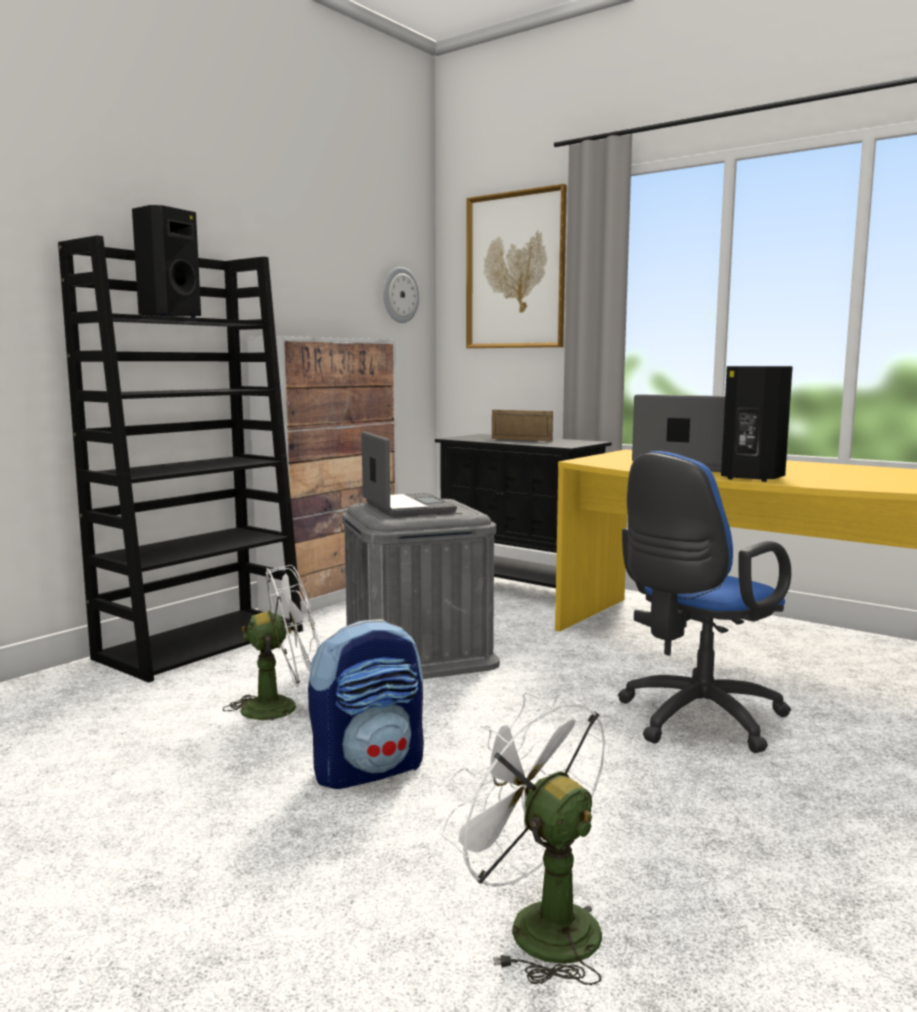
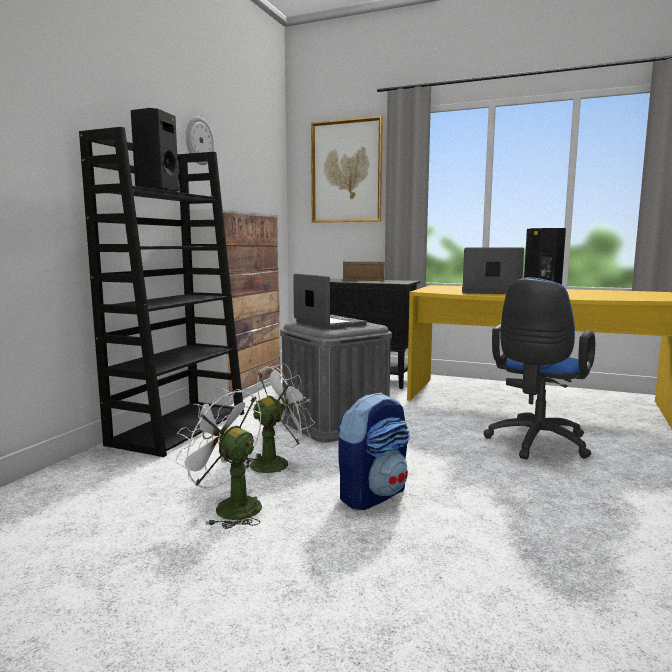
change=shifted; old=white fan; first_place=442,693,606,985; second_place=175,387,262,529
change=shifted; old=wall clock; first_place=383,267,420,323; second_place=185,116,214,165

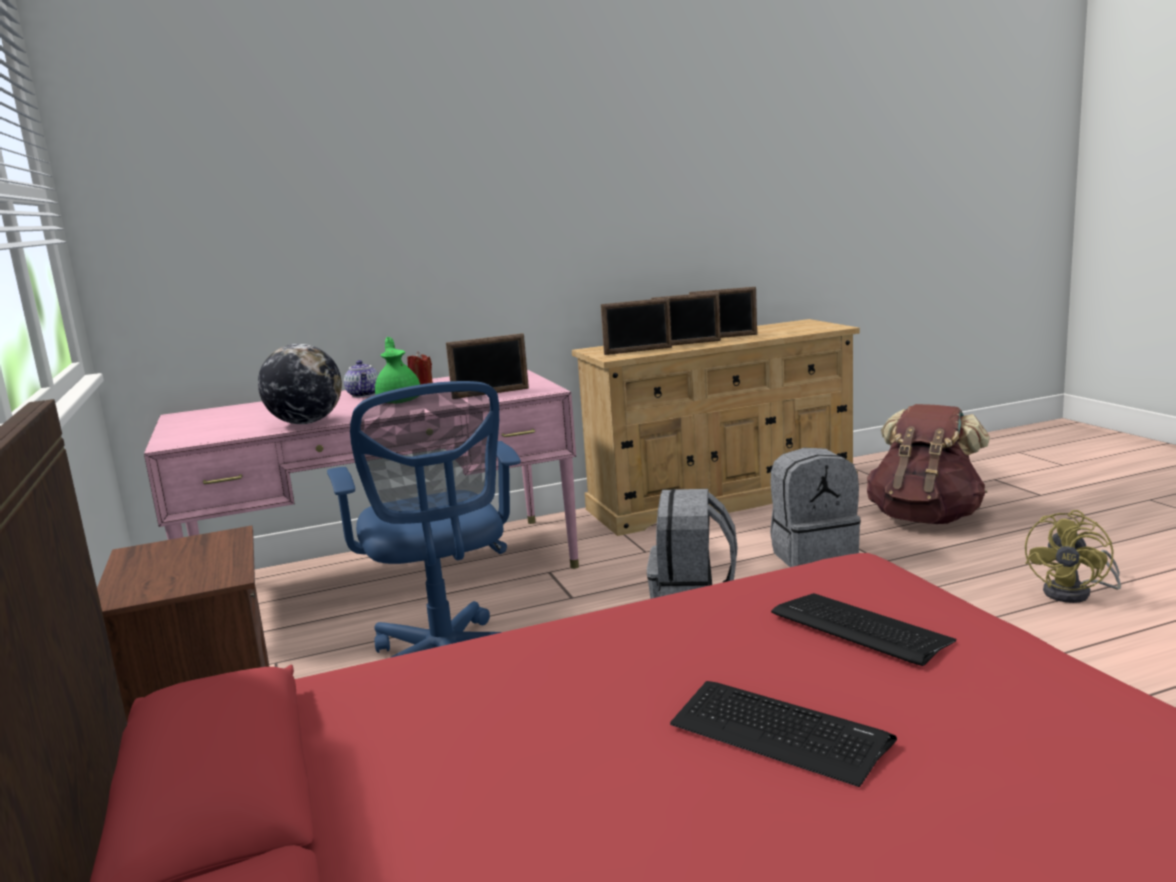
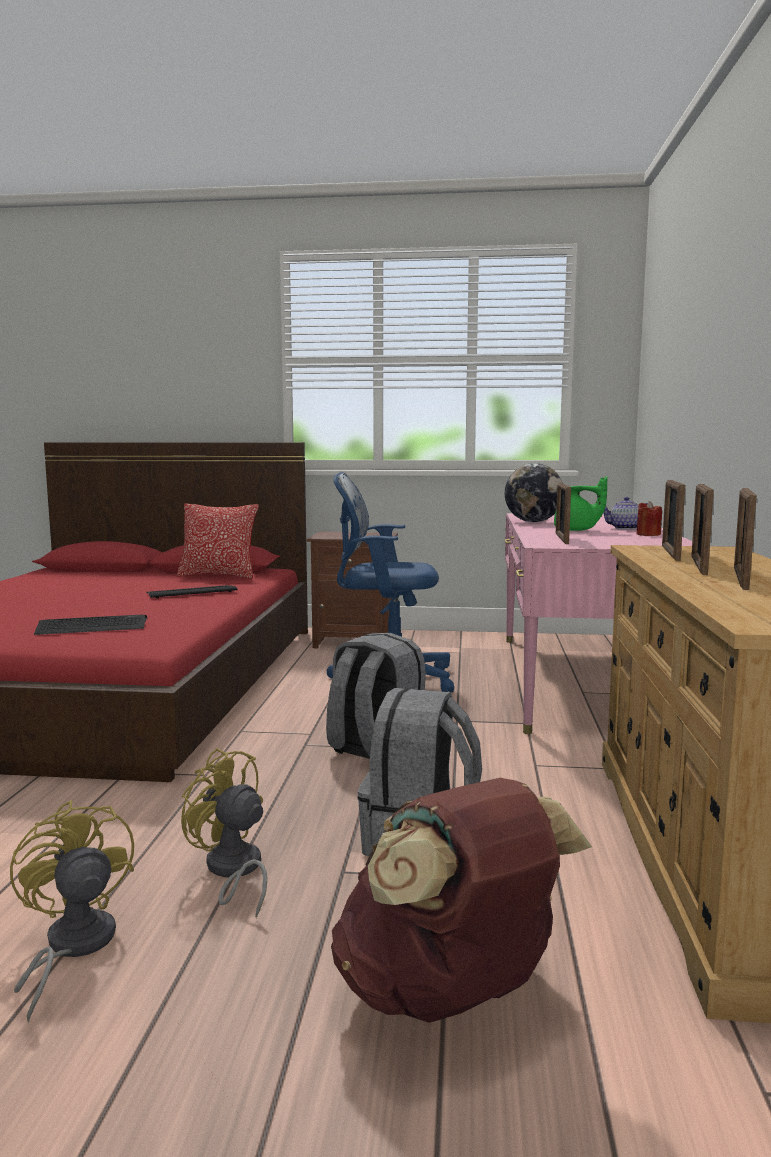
change=shifted; old=keyboard; first_place=670,681,897,787; second_place=146,585,238,598
change=new; new=pillow; second_place=177,503,259,579
change=new; new=yellow fan; second_place=181,748,267,918

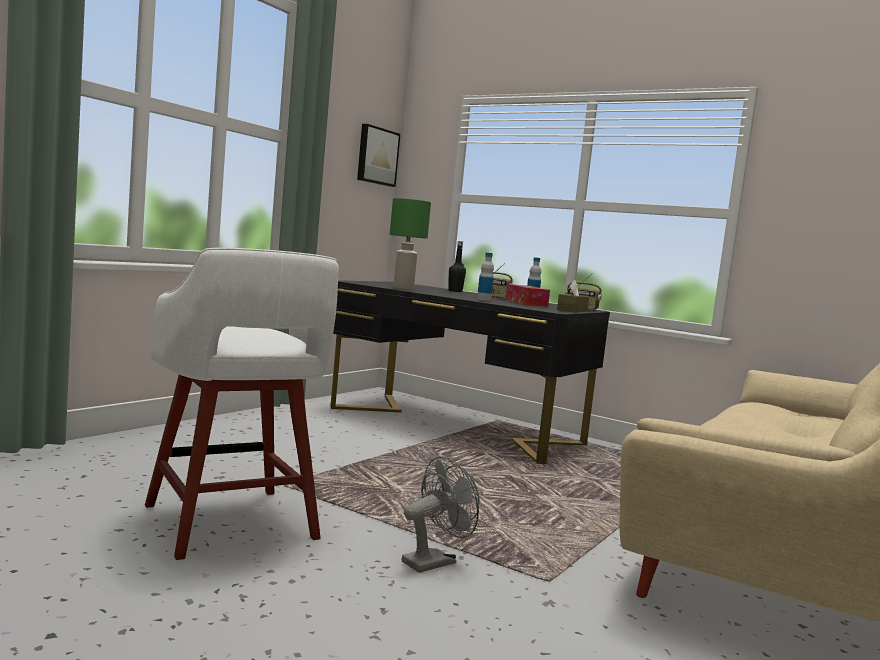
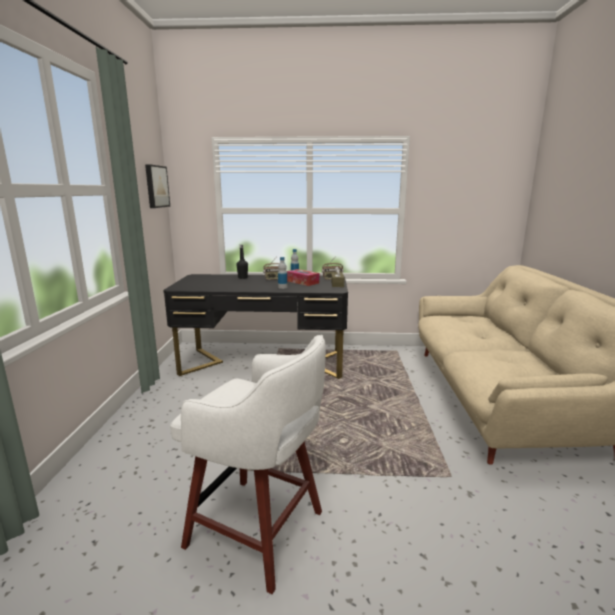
change=gone; old=green table lamp; first_place=390,198,431,290
change=gone; old=grey fan; first_place=402,456,480,573

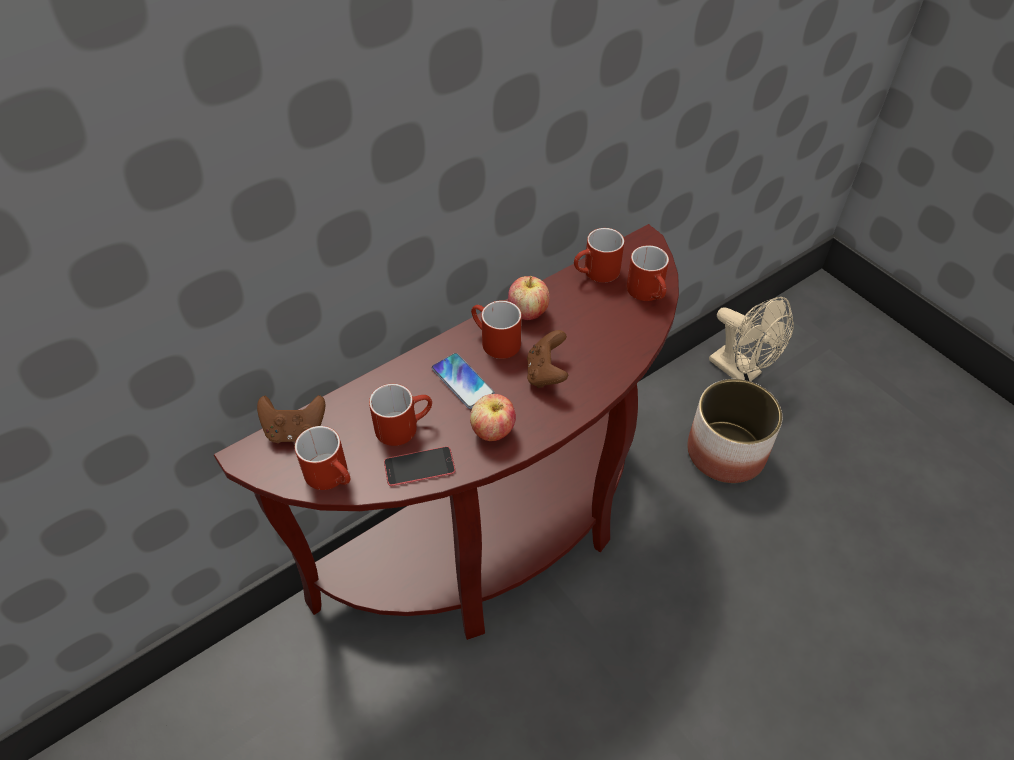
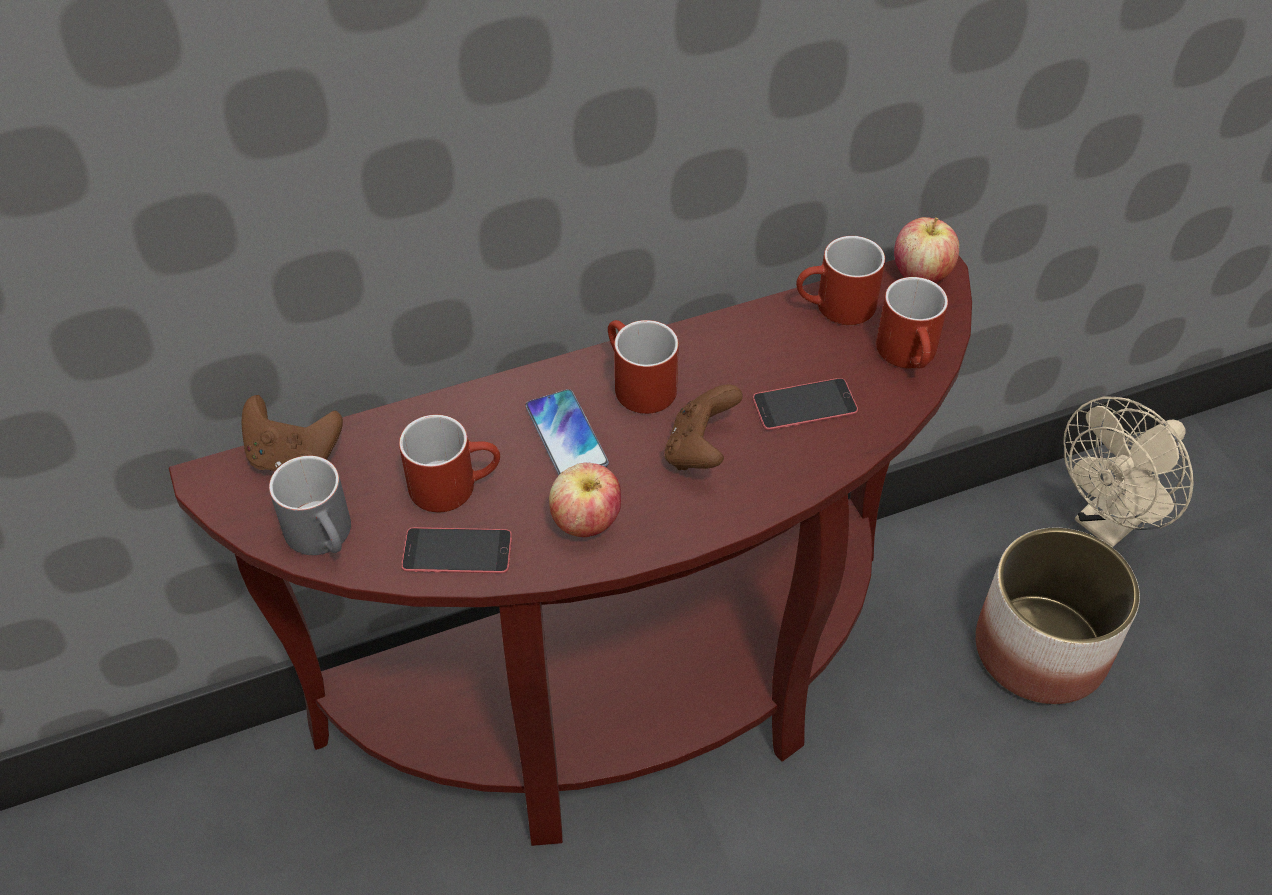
change=repainted; old=red mug; new=grey mug; first_place=295,426,350,490; second_place=269,455,351,555
change=new; new=phone; second_place=753,378,858,430
change=shifted; old=apple; first_place=508,276,549,320; second_place=894,217,959,283
change=rotated; old=beige fan; first_place=709,297,794,381; second_place=1063,396,1194,548; degrees=75

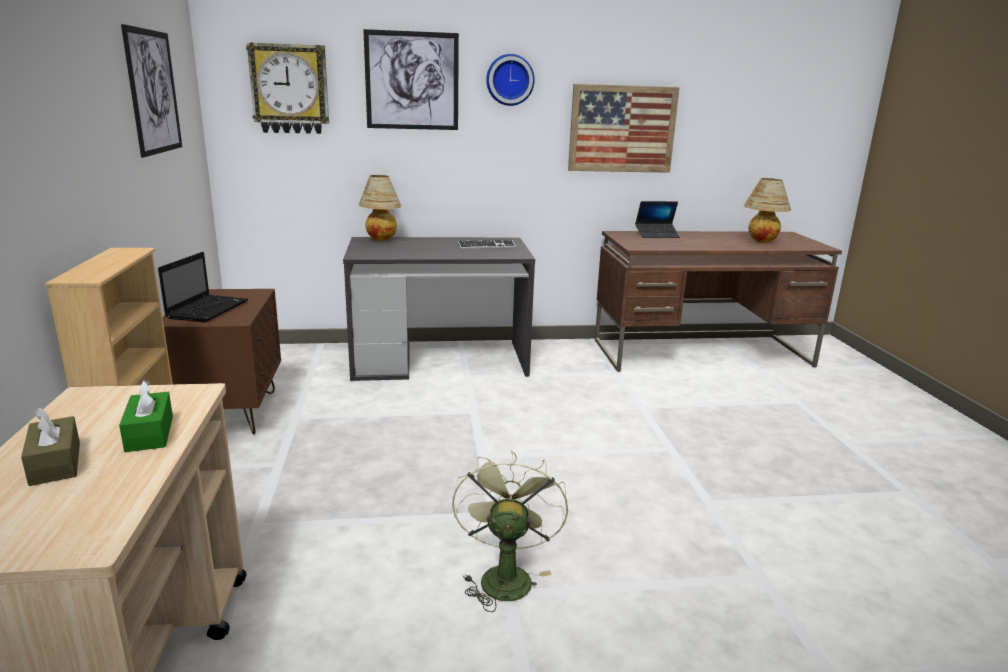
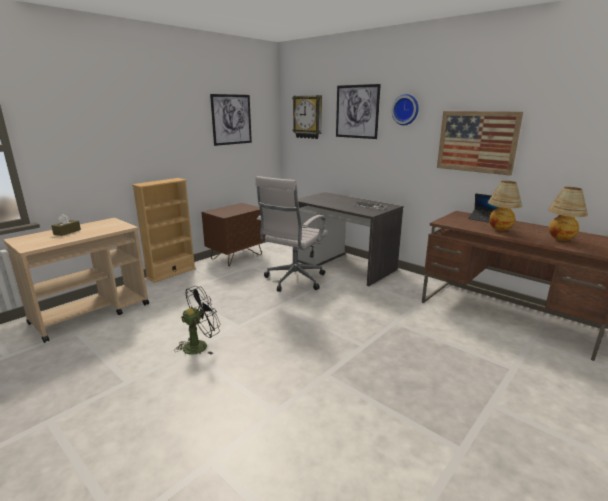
change=repainted; old=green fan; new=black fan; first_place=452,450,568,612; second_place=174,286,221,355
change=new; new=white office chair; second_place=255,176,328,292
change=shifted; old=table lamp; first_place=359,175,402,241; second_place=488,181,522,231
change=gone; old=green tissue box; first_place=119,380,173,452
change=gone; old=laptop; first_place=158,252,248,322

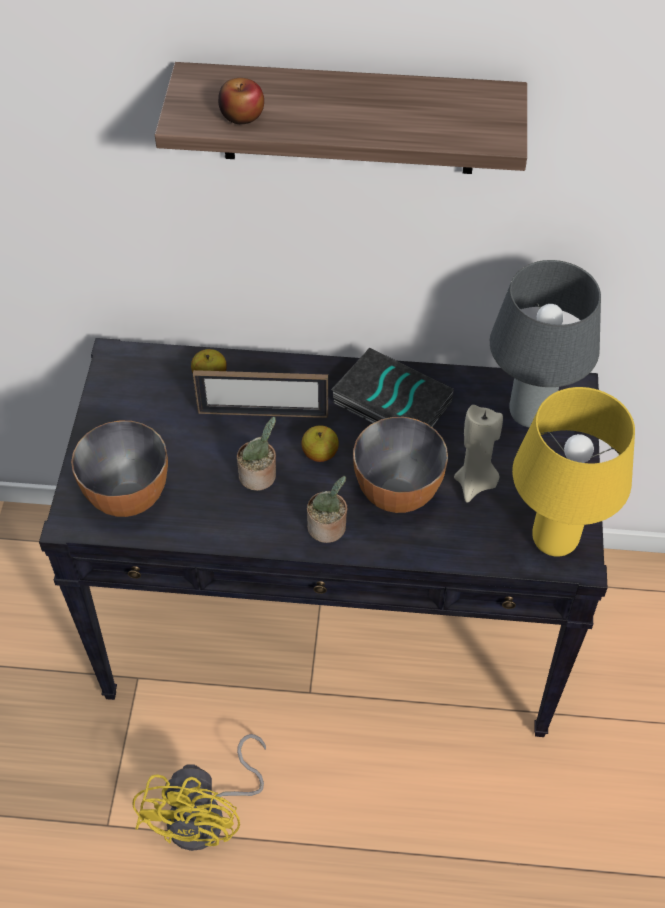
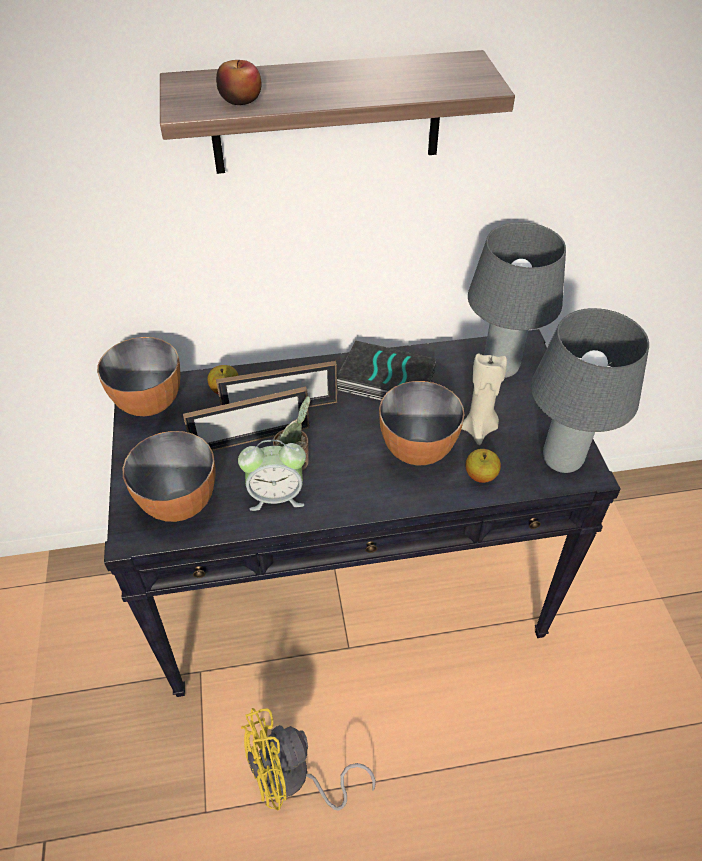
change=new; new=bowl; second_place=97,337,180,416
change=new; new=picture frame; second_place=183,387,310,451
change=new; new=alarm clock; second_place=238,440,306,511
change=rotated; old=yellow fan; first_place=132,734,266,851; second_place=241,708,376,811; degrees=75
change=shifted; old=apple; first_place=301,425,339,462; second_place=465,449,501,483
change=repainted; old=yellow table lamp; new=grey table lamp; first_place=512,387,635,557; second_place=531,308,649,473
change=gone; old=potted plant; first_place=307,476,347,543

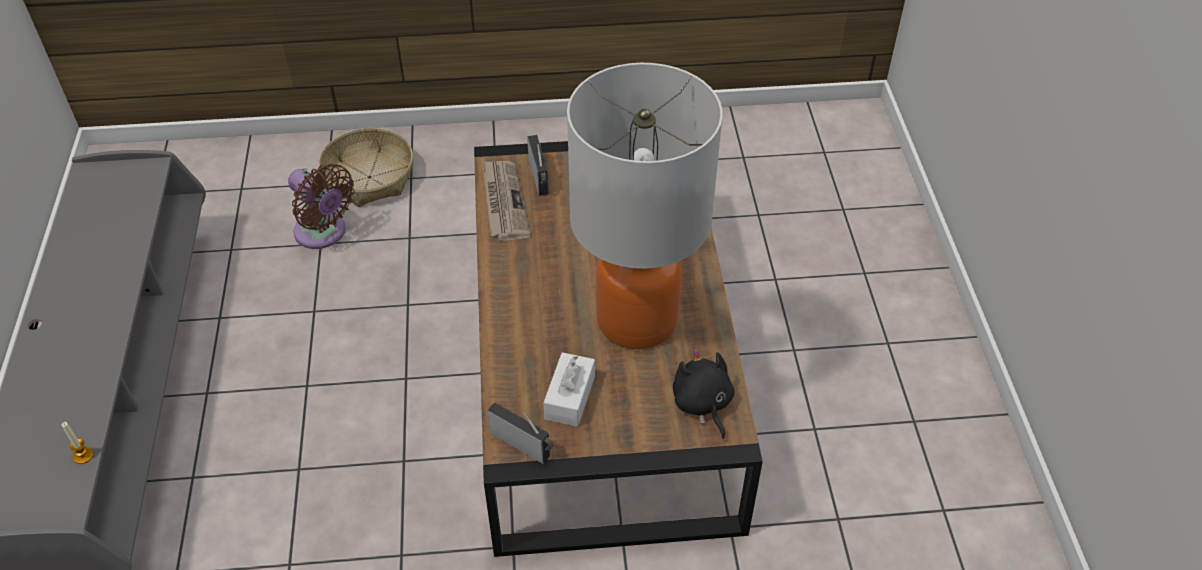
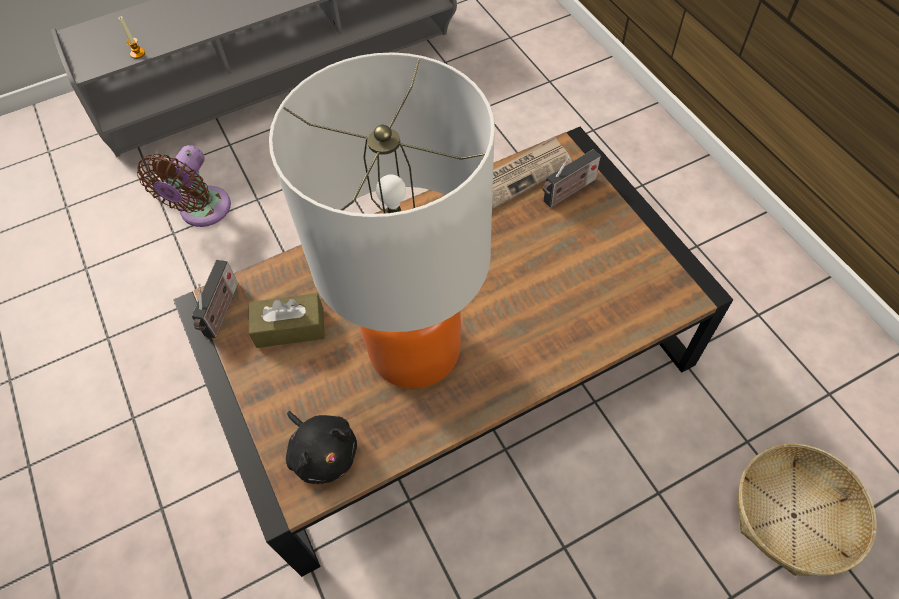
change=shifted; old=brown fan; first_place=288,164,355,249; second_place=137,145,231,227
change=repainted; old=white tissue box; new=brown tissue box; first_place=543,352,595,427; second_place=249,293,325,348
change=rotated; old=black plush toy; first_place=673,349,735,439; second_place=286,411,357,485; degrees=90
change=shifted; old=basket; first_place=318,128,413,207; second_place=738,444,877,576

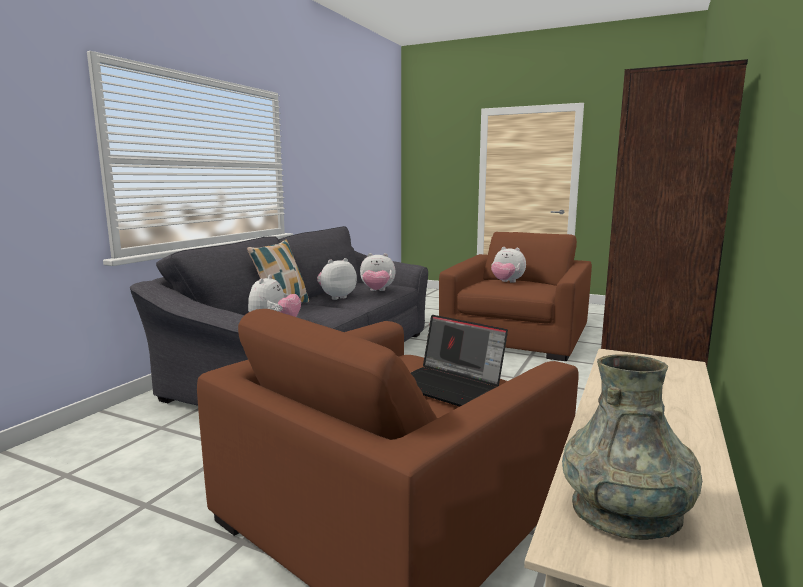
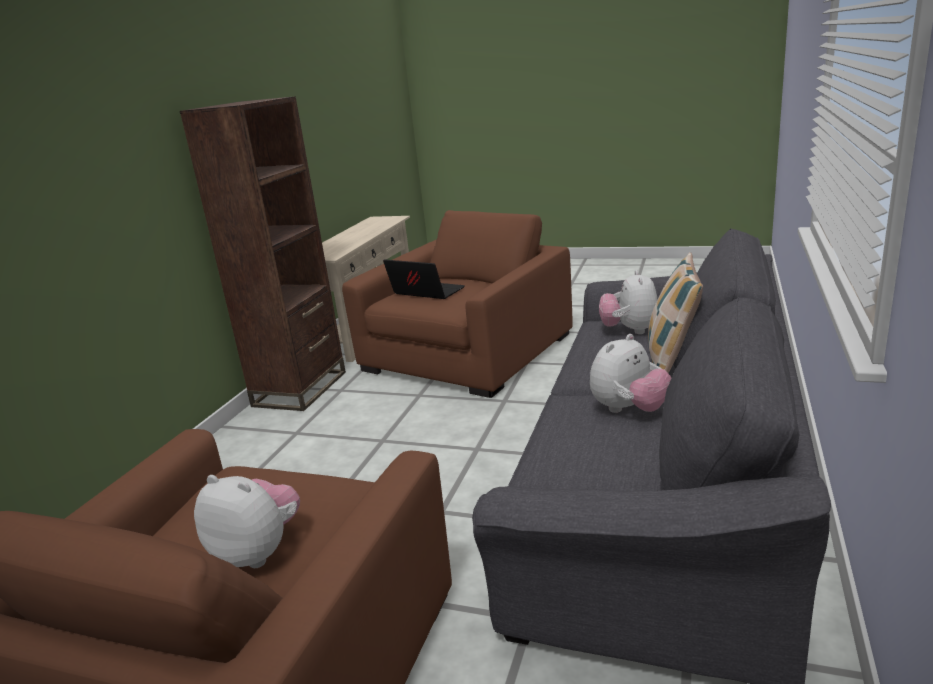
change=gone; old=plush toy; first_place=360,253,396,291
change=gone; old=grey vase; first_place=562,354,702,540

